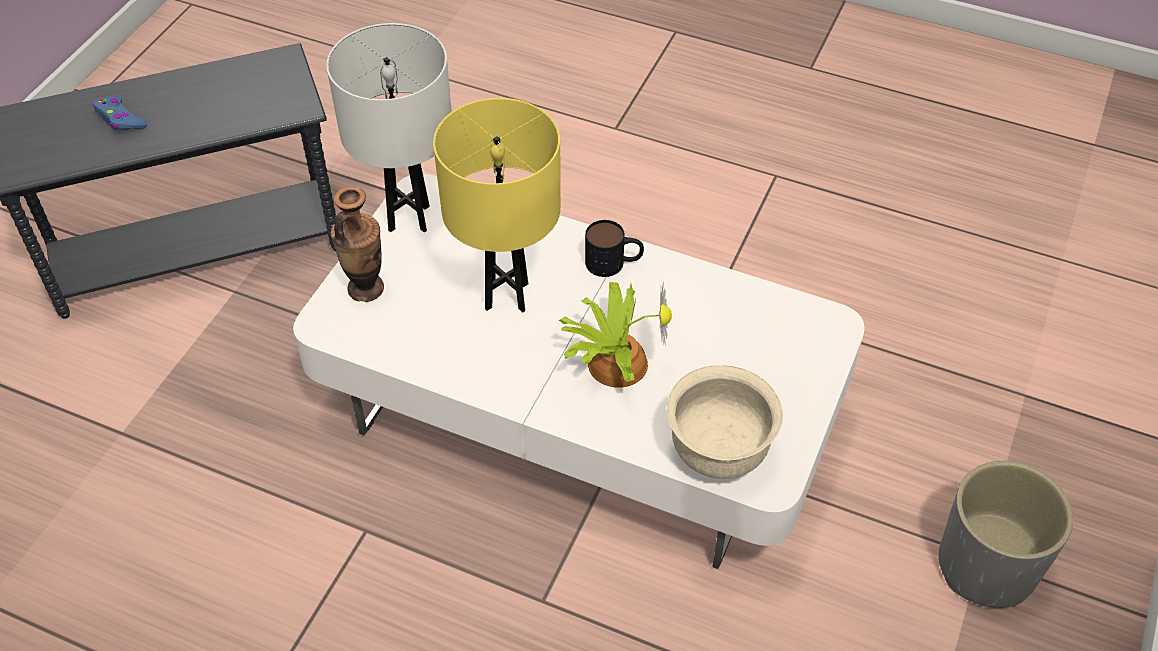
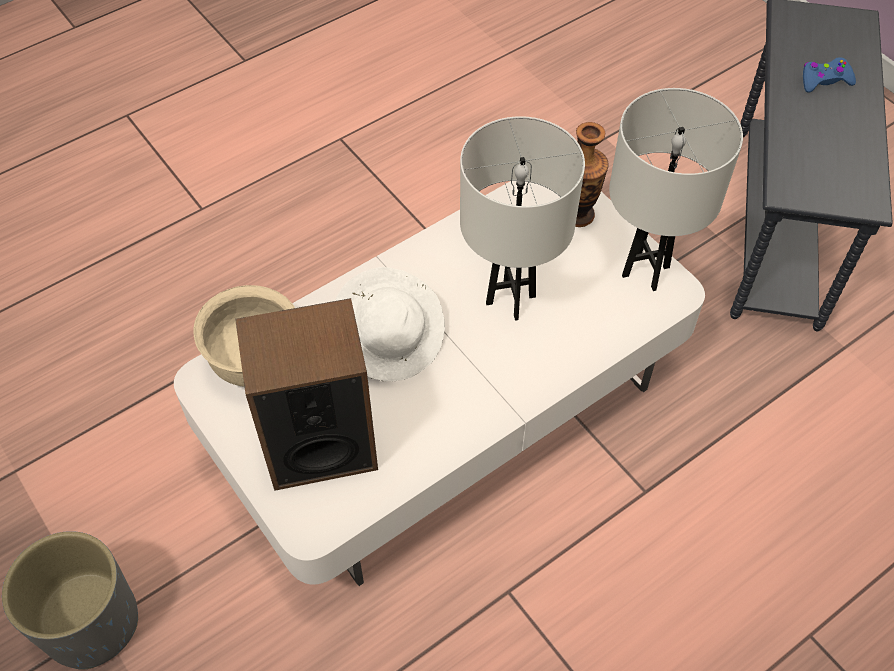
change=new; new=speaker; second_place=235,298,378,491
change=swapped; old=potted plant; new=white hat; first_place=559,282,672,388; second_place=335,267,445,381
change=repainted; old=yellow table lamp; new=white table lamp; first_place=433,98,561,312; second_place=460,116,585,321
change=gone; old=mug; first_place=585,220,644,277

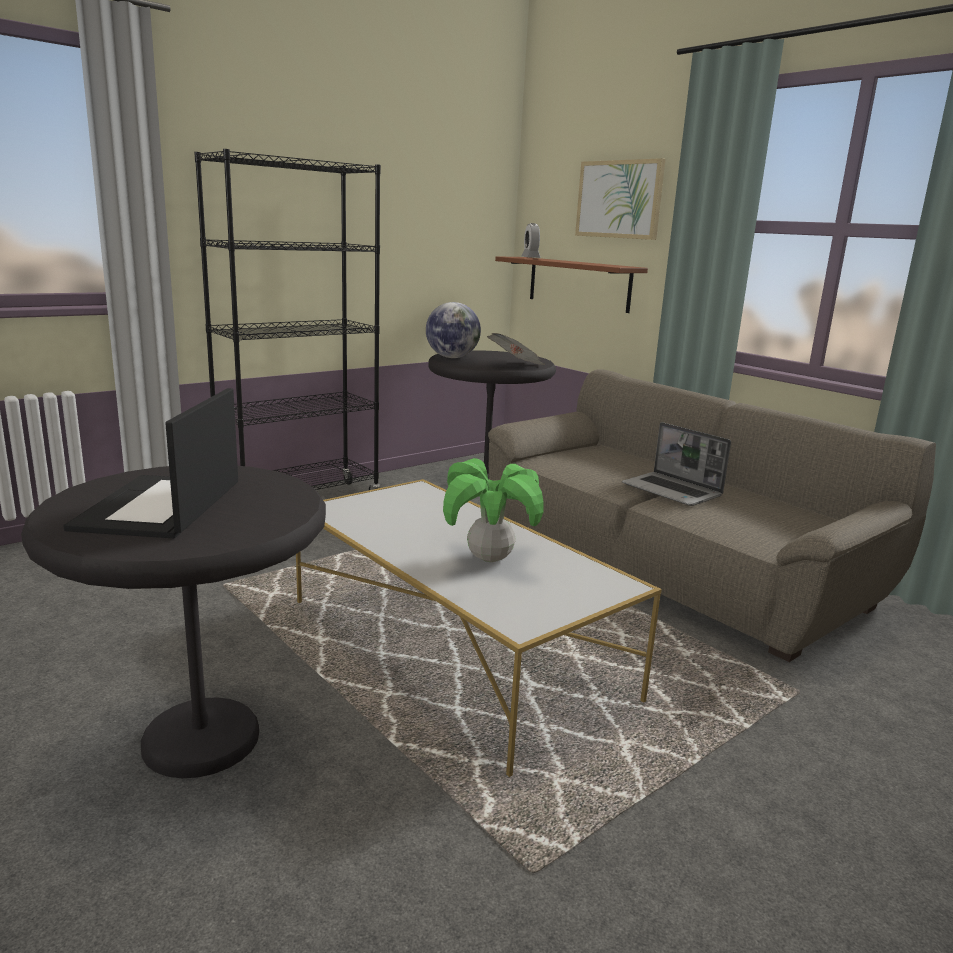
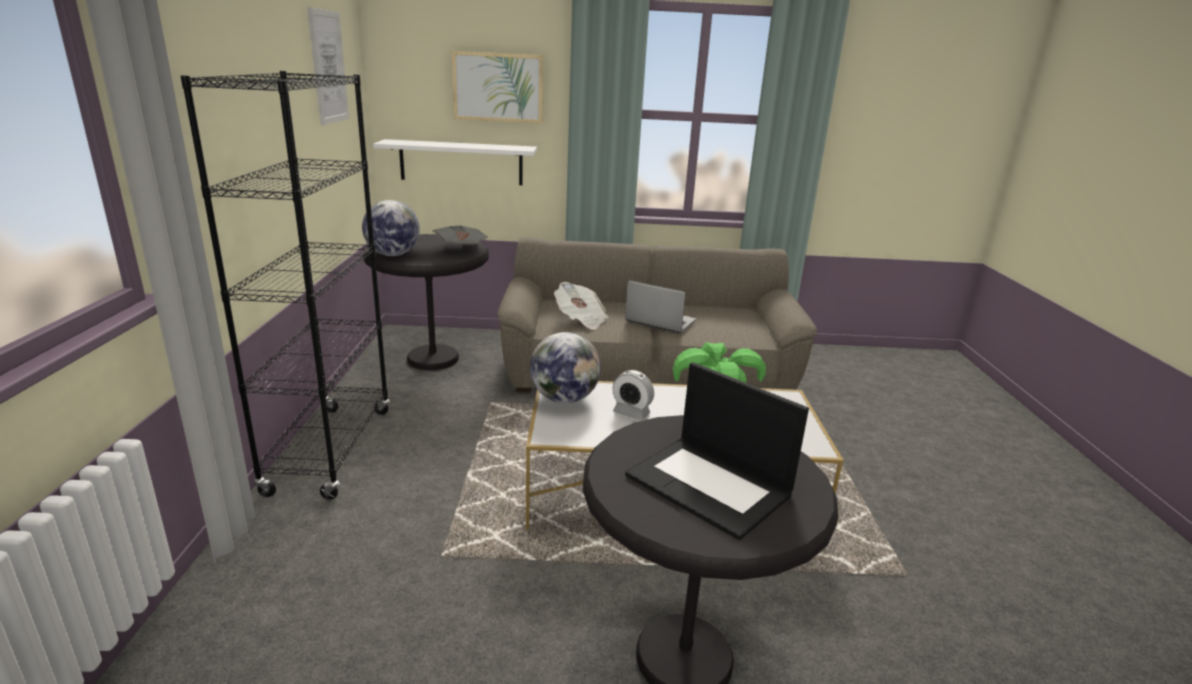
change=new; new=picture; second_place=307,7,349,125
change=repainted; old=brown shelf; new=white shelf; first_place=495,256,648,313; second_place=373,139,537,185
change=new; new=globe; second_place=530,332,601,403
change=new; new=newspaper; second_place=554,282,609,329
change=shifted; old=alarm clock; first_place=521,223,541,258; second_place=613,370,654,420
change=rotated; old=laptop; first_place=622,422,731,506; second_place=625,280,696,333; degrees=-150

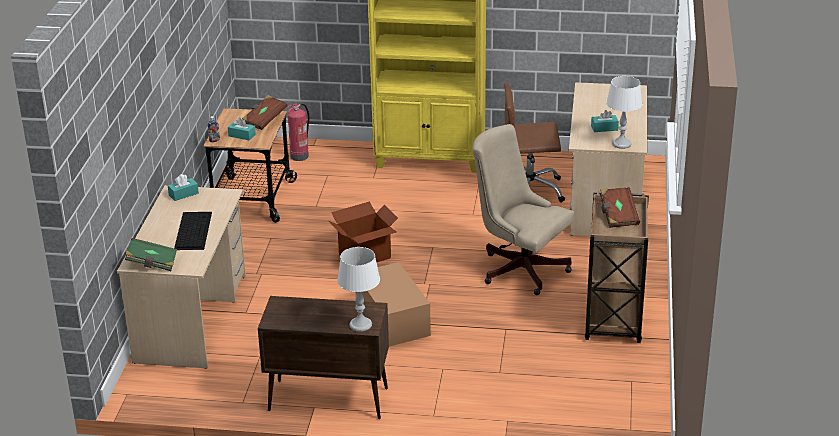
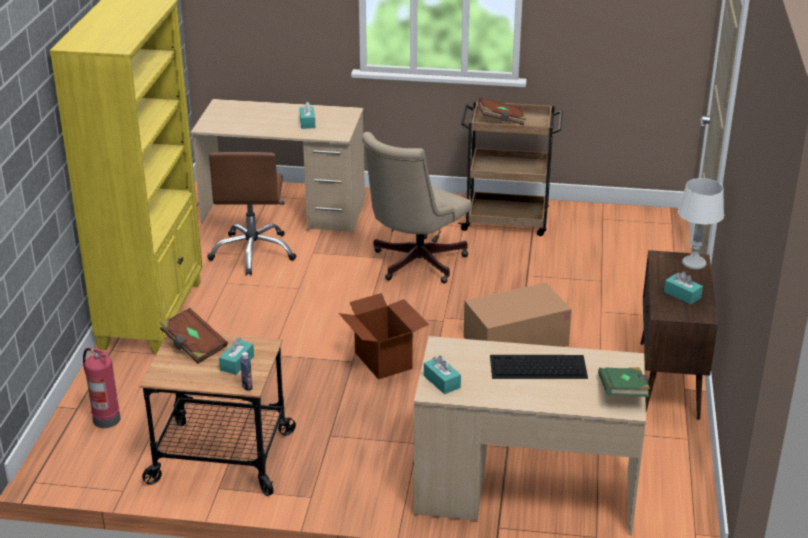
change=new; new=turquoise tissue box; second_place=664,271,703,305
change=gone; old=white table lamp; first_place=606,76,642,149

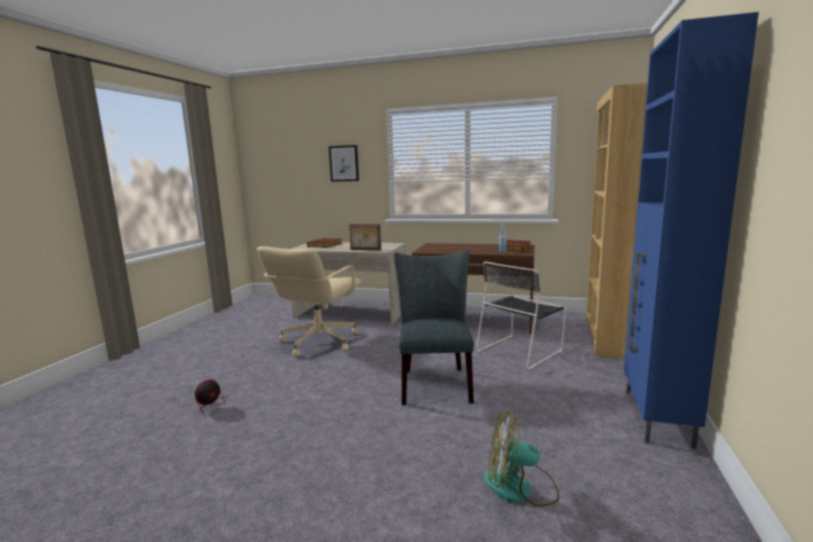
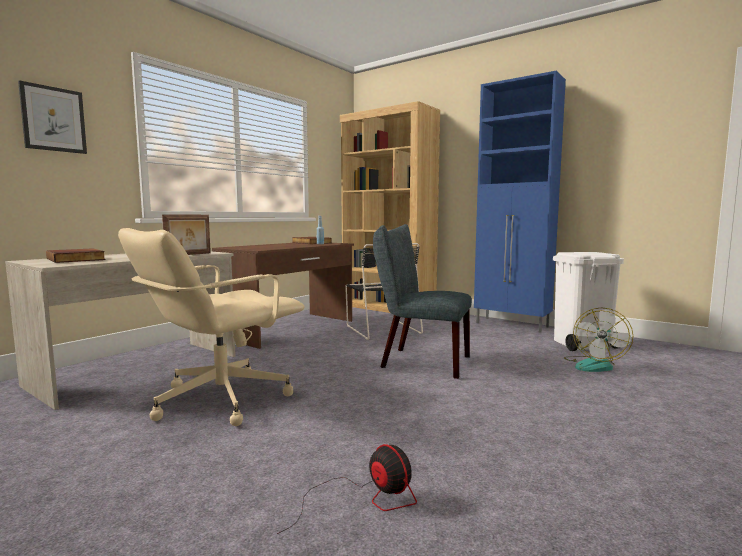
change=rotated; old=beige office chair; first_place=257,246,362,356; second_place=118,228,305,426; degrees=90
change=new; new=white trash can; second_place=553,252,624,351

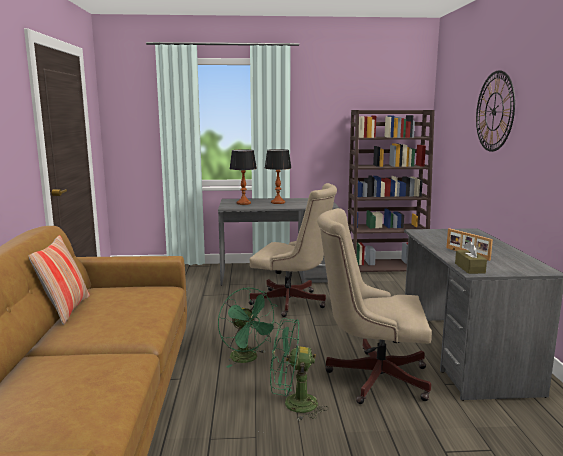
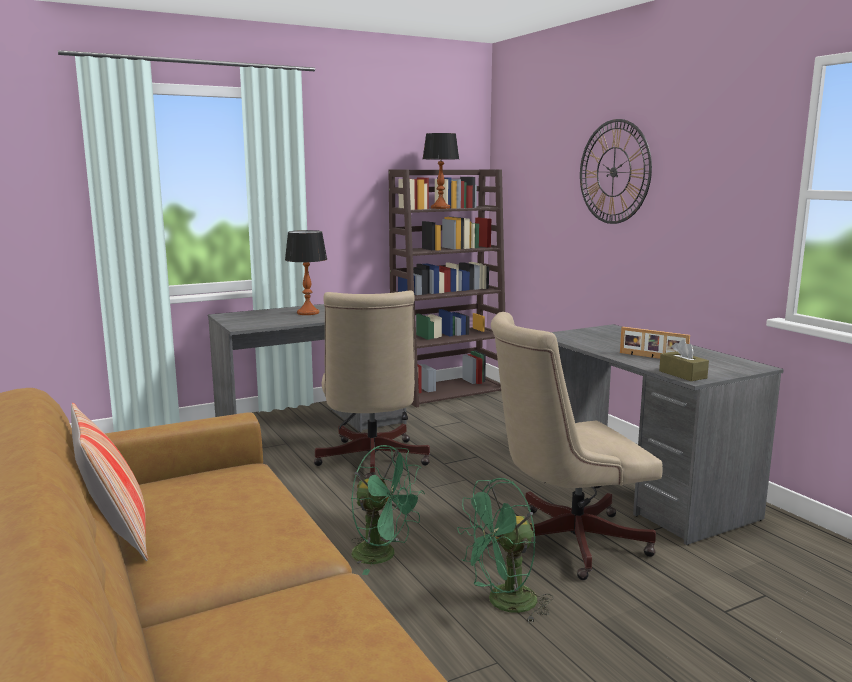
change=rotated; old=beige office chair; first_place=249,183,337,317; second_place=314,291,430,479; degrees=90
change=shifted; old=table lamp; first_place=229,149,257,205; second_place=423,133,459,209

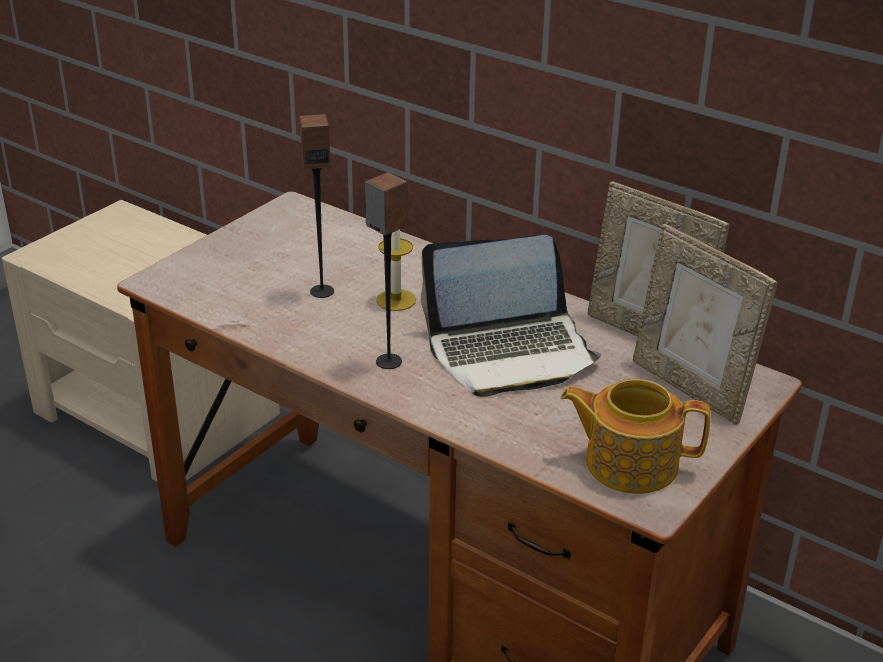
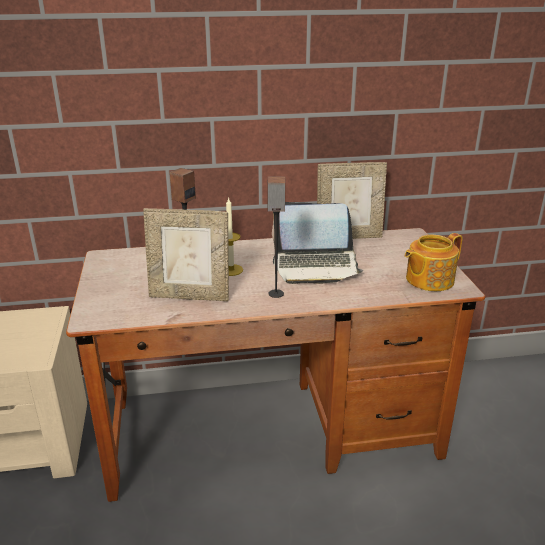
change=shifted; old=picture frame; first_place=633,224,778,425; second_place=143,208,229,301
change=rotated; old=laptop; first_place=421,235,601,397; second_place=272,202,364,284; degrees=60

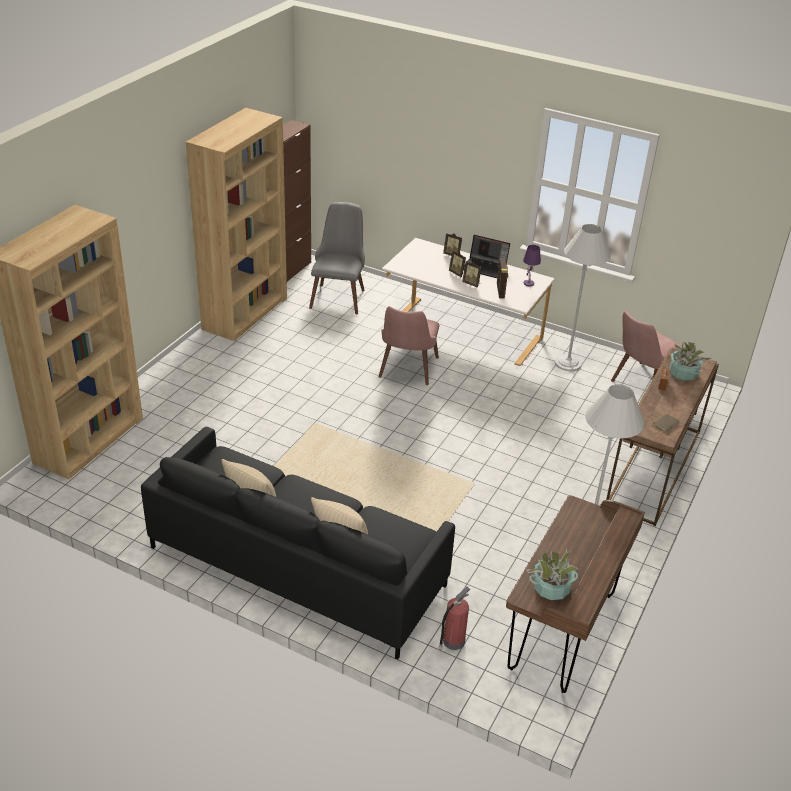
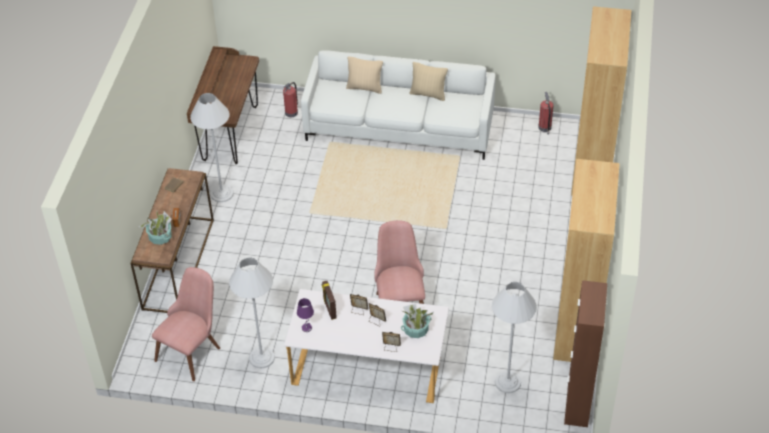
change=repainted; old=black sofa; new=white sofa; first_place=141,427,455,659; second_place=301,50,496,160
change=shifted; old=potted plant; first_place=527,548,578,600; second_place=401,304,434,338
change=swapped; old=grey chair; new=white floor lamp; first_place=309,202,365,314; second_place=492,282,537,393
change=new; new=fire extinguisher; second_place=538,92,553,135
change=gone; old=laptop; first_place=464,235,510,278

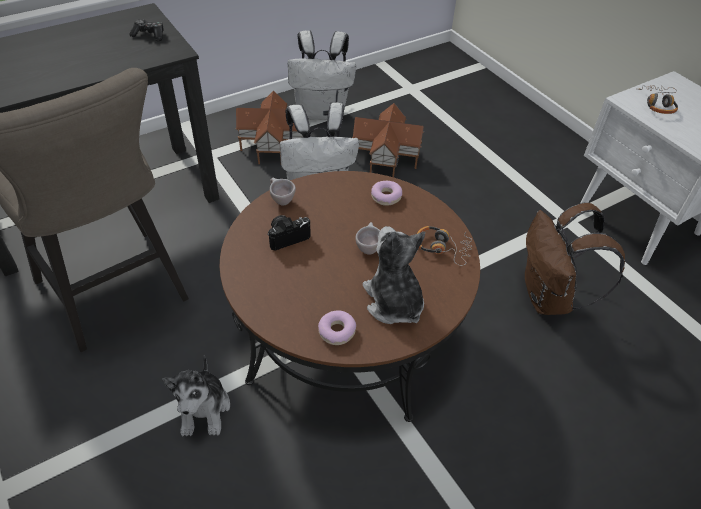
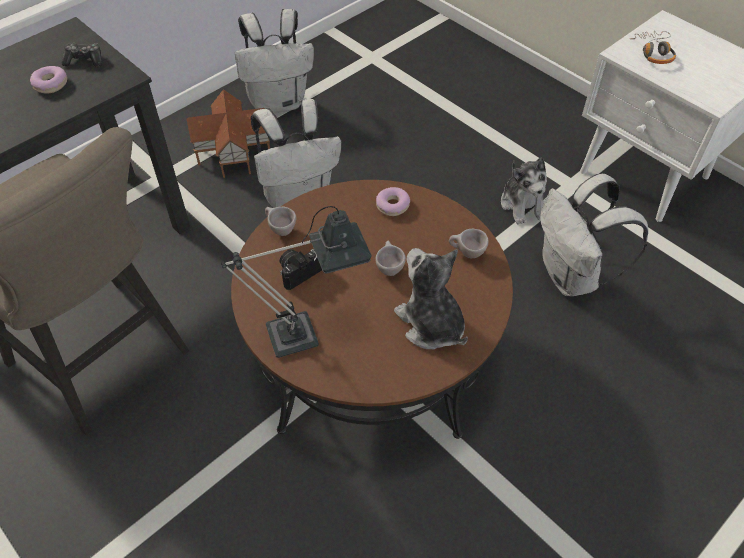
change=shifted; old=donut; first_place=318,311,356,345; second_place=30,66,67,93
change=new; new=table lamp; second_place=221,206,372,358
change=swapped; old=headphones; new=beige cup; first_place=417,226,472,266; second_place=449,229,489,258
change=shifted; old=plush toy; first_place=162,355,230,436; second_place=501,157,547,225
change=repainted; old=brown backpack; new=white backpack; first_place=525,203,625,315; second_place=540,174,649,296
change=gone; old=toy house; first_place=352,103,424,177

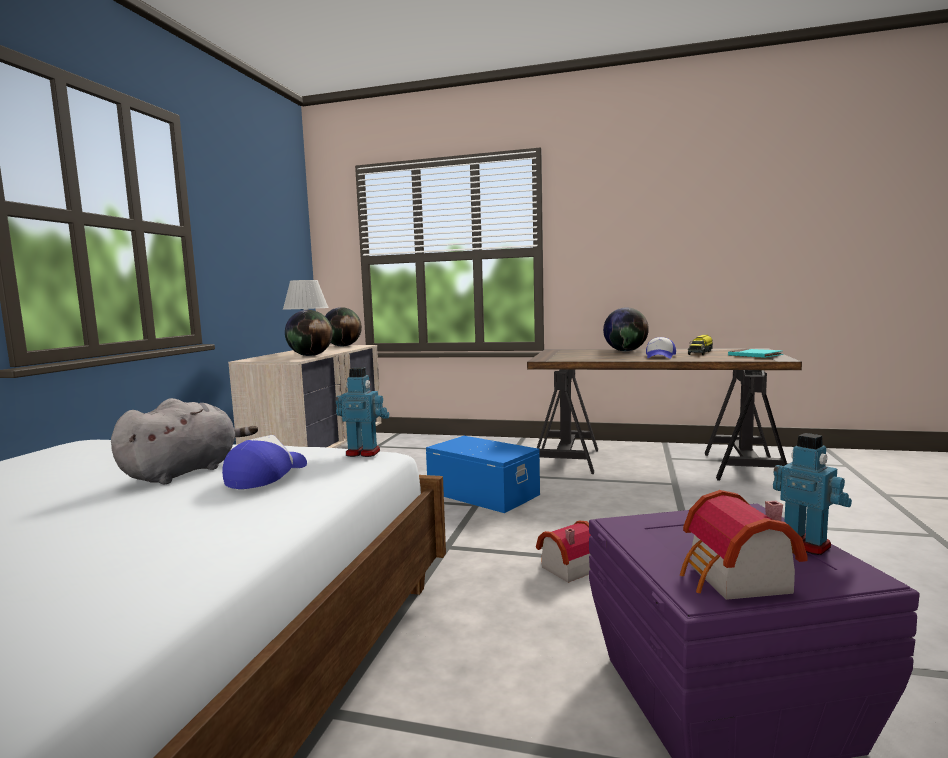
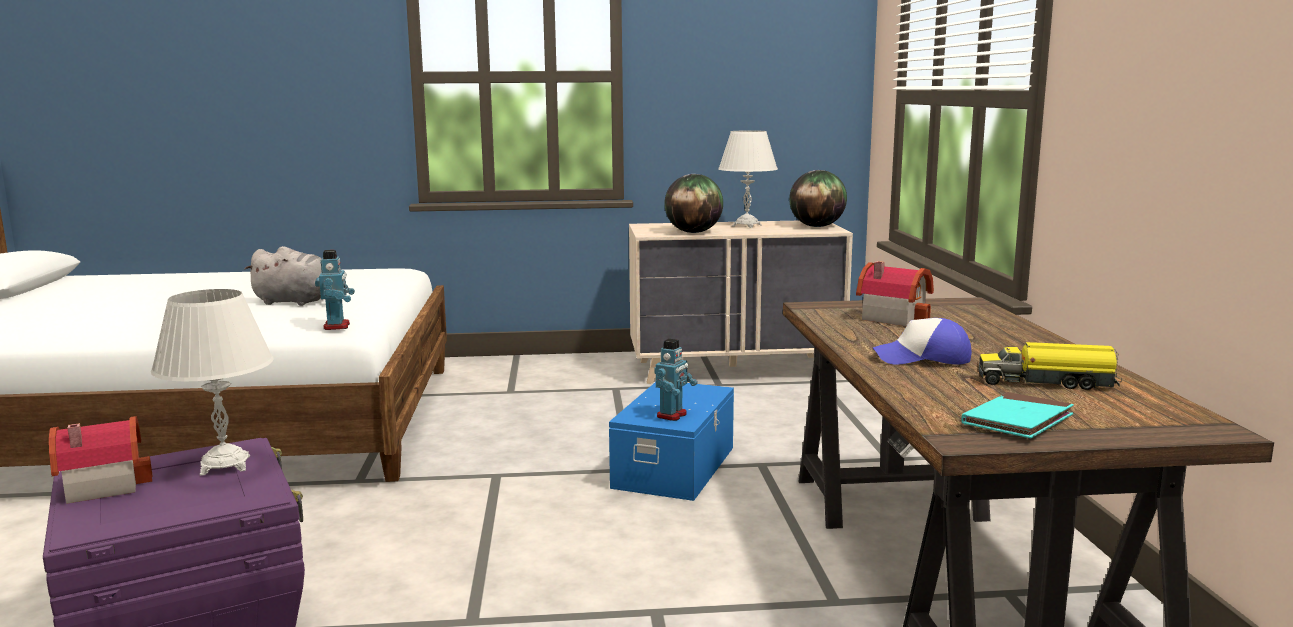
change=new; new=white table lamp; second_place=151,289,274,476
change=shifted; old=toy robot; first_place=773,433,852,555; second_place=654,339,698,421
change=shifted; old=toy house; first_place=536,521,591,583; second_place=856,261,934,326
change=gone; old=cap; first_place=222,435,307,489
change=gone; old=globe; first_place=603,307,649,351

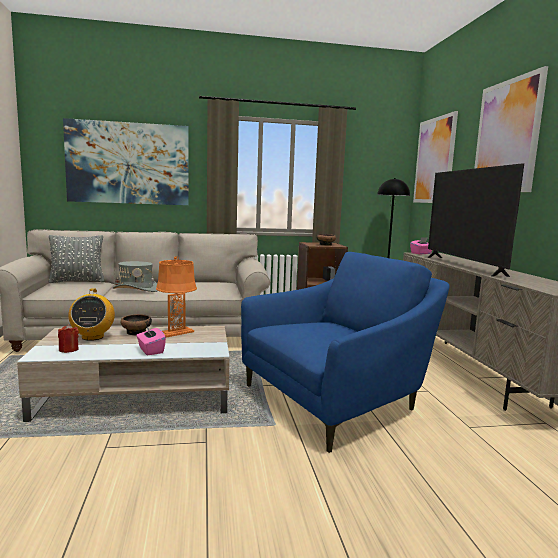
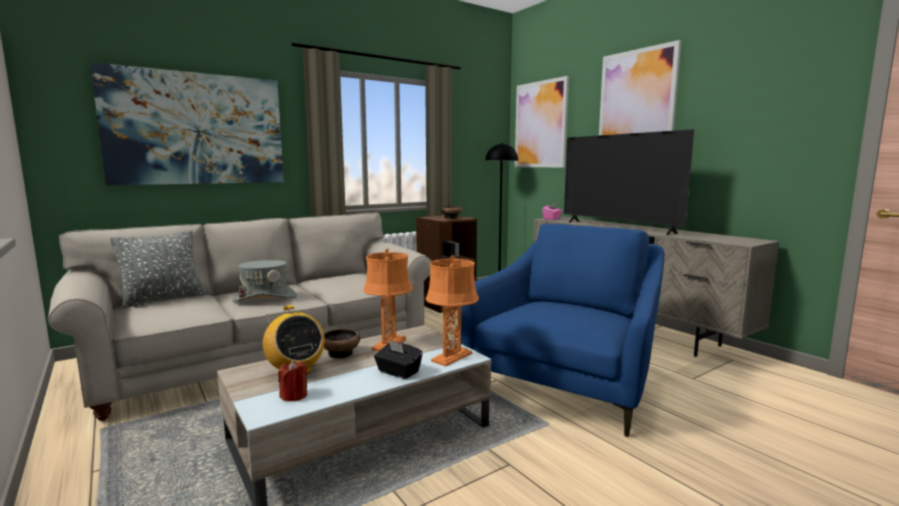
change=repainted; old=pink tissue box; new=black tissue box; first_place=136,325,166,355; second_place=374,340,423,379
change=new; new=orange table lamp; second_place=426,255,479,367

